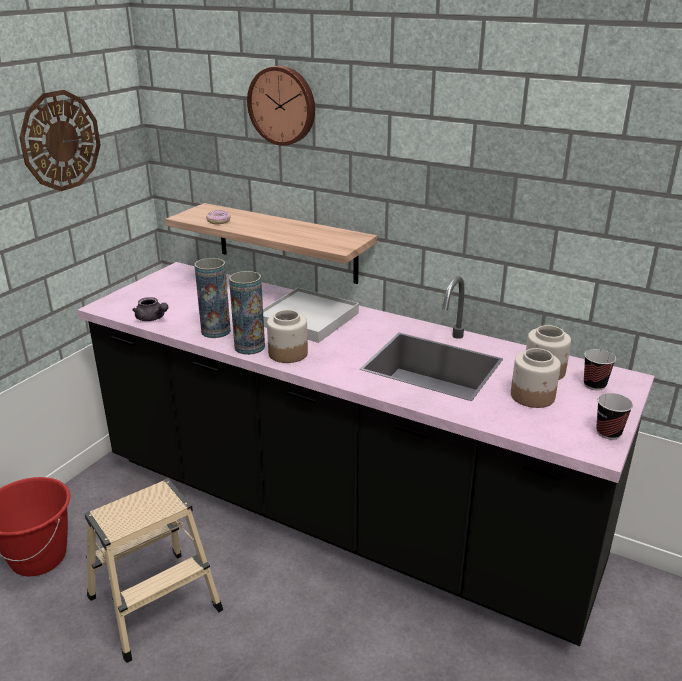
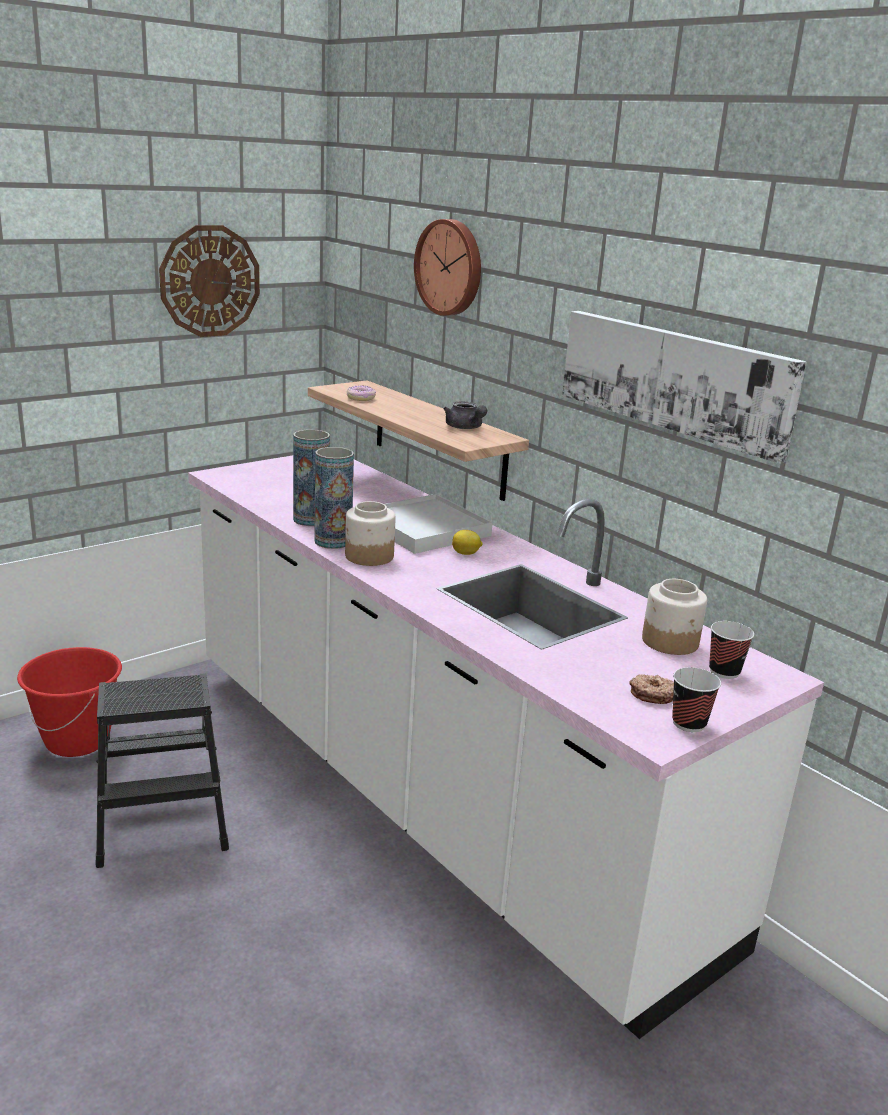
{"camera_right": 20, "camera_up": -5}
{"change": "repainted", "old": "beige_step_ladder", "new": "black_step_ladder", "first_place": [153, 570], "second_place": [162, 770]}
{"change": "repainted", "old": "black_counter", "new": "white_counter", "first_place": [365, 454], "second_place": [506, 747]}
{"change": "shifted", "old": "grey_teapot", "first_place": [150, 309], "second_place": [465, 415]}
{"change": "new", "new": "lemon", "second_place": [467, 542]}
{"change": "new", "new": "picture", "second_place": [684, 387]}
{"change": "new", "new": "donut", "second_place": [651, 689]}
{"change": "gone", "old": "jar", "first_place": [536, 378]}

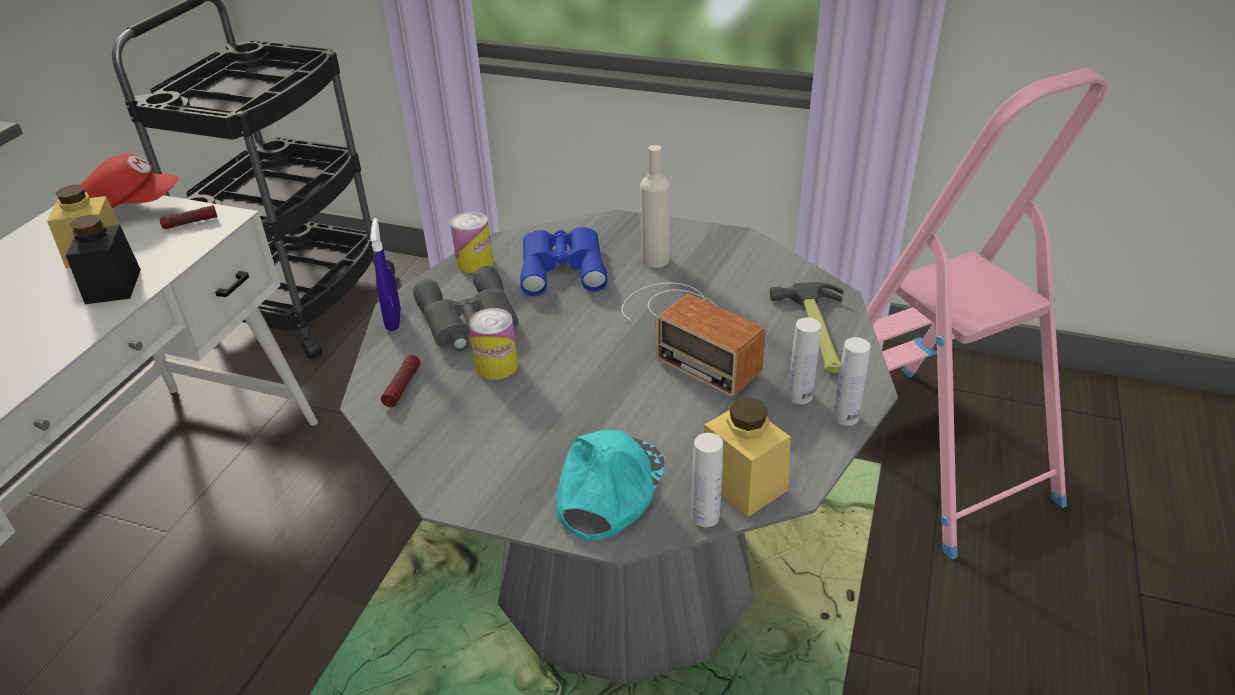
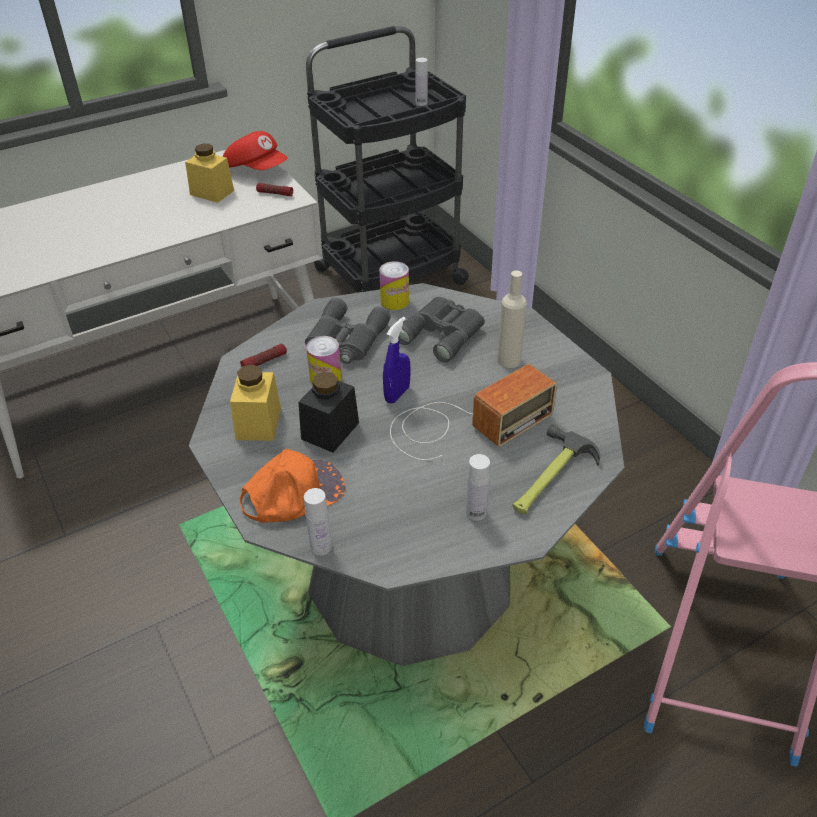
{"camera_right": 40, "camera_up": 5}
{"change": "shifted", "old": "yellow_jar", "first_place": [747, 457], "second_place": [255, 402]}
{"change": "repainted", "old": "turquoise_cap", "new": "orange_cap", "first_place": [610, 485], "second_place": [292, 486]}
{"change": "shifted", "old": "black_jar", "first_place": [103, 259], "second_place": [329, 412]}
{"change": "shifted", "old": "blue_spray_bottle", "first_place": [385, 274], "second_place": [397, 360]}
{"change": "rotated", "old": "radio", "first_place": [694, 340], "second_place": [473, 412], "degrees": -120}
{"change": "repainted", "old": "blue_binoculars", "new": "grey_binoculars", "first_place": [564, 261], "second_place": [441, 330]}
{"change": "shifted", "old": "white_bottle", "first_place": [852, 381], "second_place": [421, 82]}

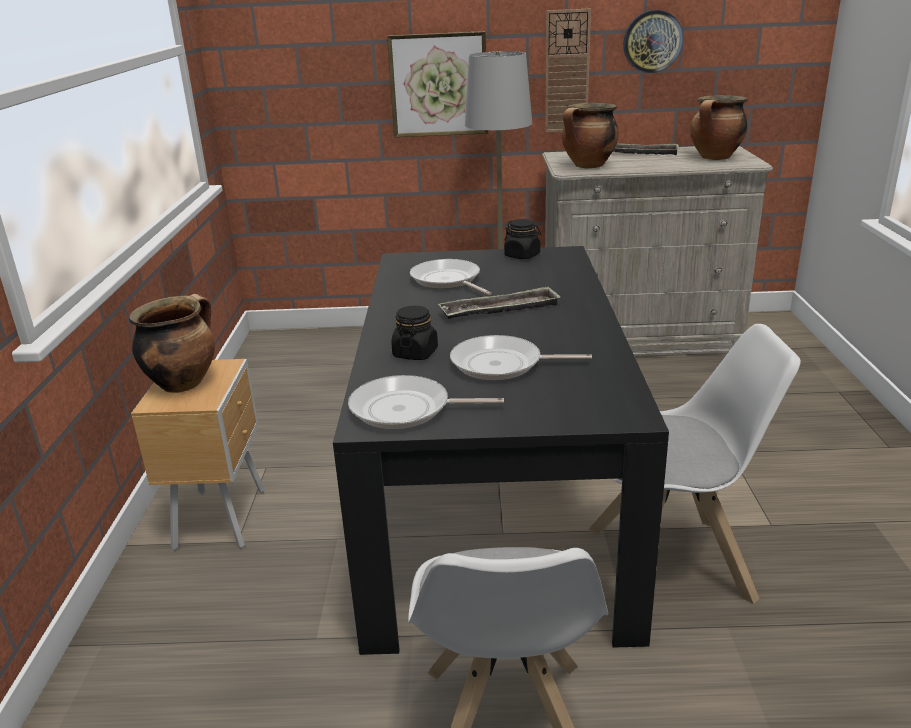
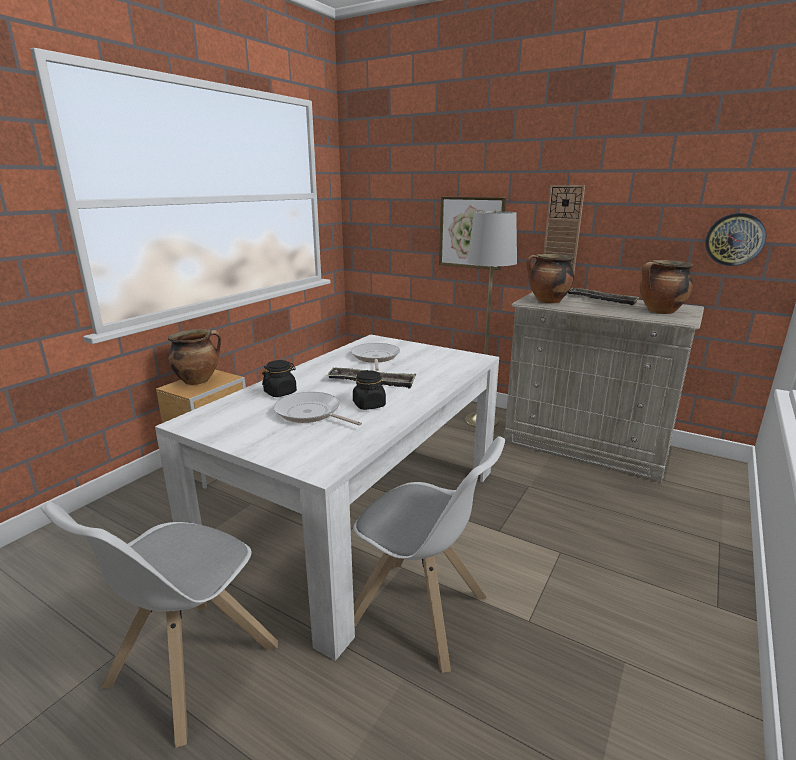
{"camera_right": 30, "camera_up": -5}
{"change": "repainted", "old": "black_dining_table", "new": "white_dining_table", "first_place": [501, 450], "second_place": [327, 497]}
{"change": "shifted", "old": "black_jar", "first_place": [522, 239], "second_place": [369, 390]}
{"change": "shifted", "old": "wall_clock", "first_place": [653, 41], "second_place": [736, 239]}
{"change": "gone", "old": "frying_pan", "first_place": [426, 402]}

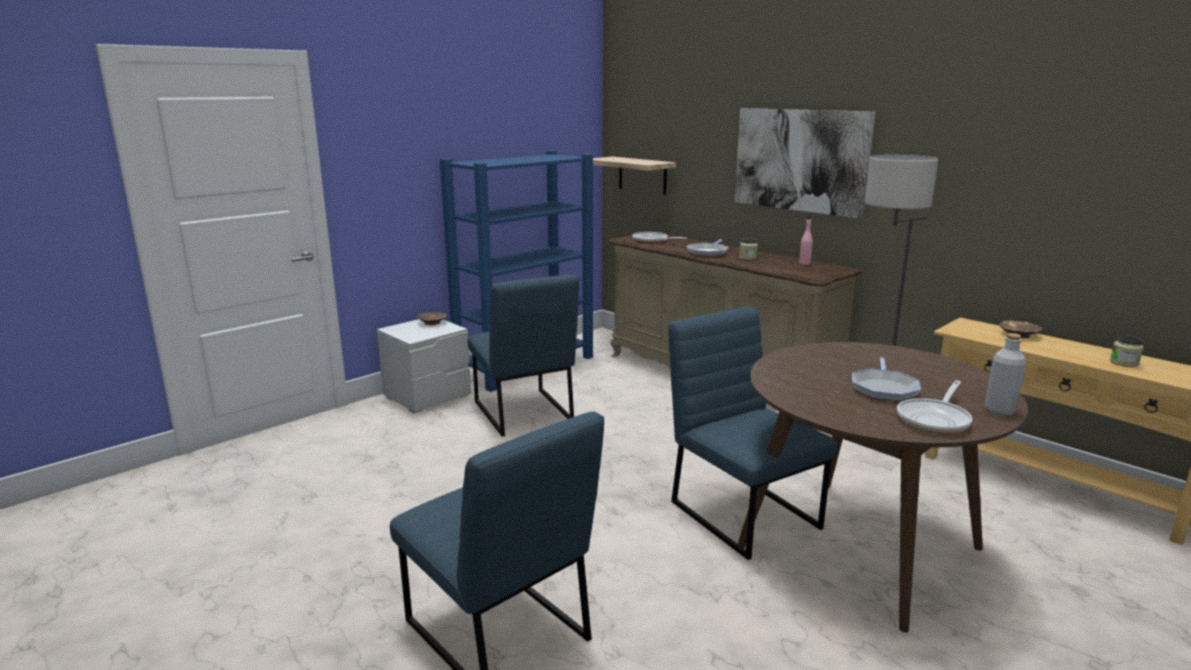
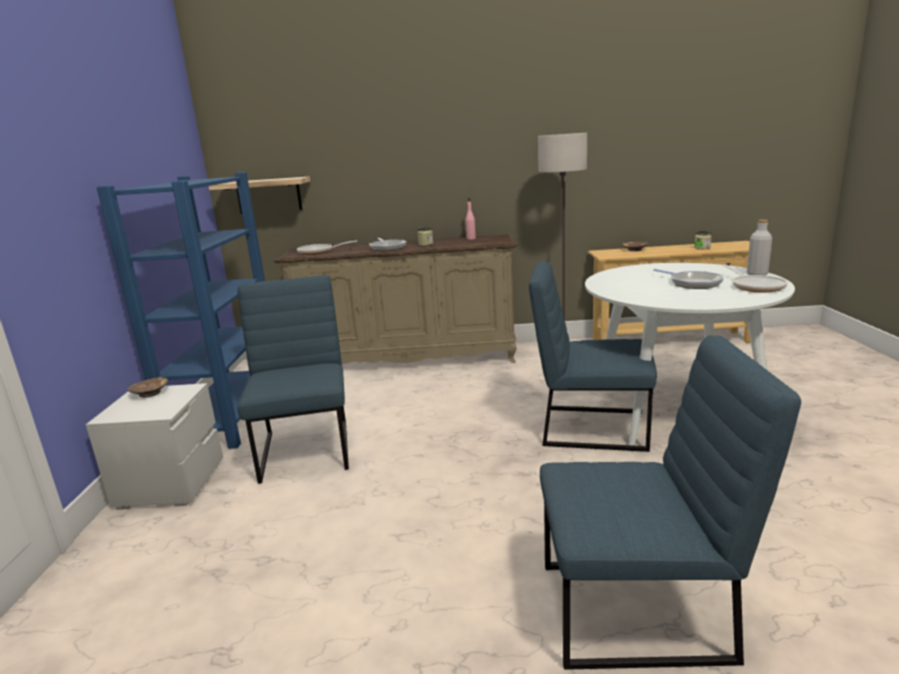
{"camera_right": -45, "camera_up": 0}
{"change": "rotated", "old": "blue_chair", "first_place": [523, 356], "second_place": [293, 379], "degrees": -120}
{"change": "repainted", "old": "brown_dining_table", "new": "white_dining_table", "first_place": [883, 487], "second_place": [690, 354]}
{"change": "gone", "old": "picture", "first_place": [805, 163]}

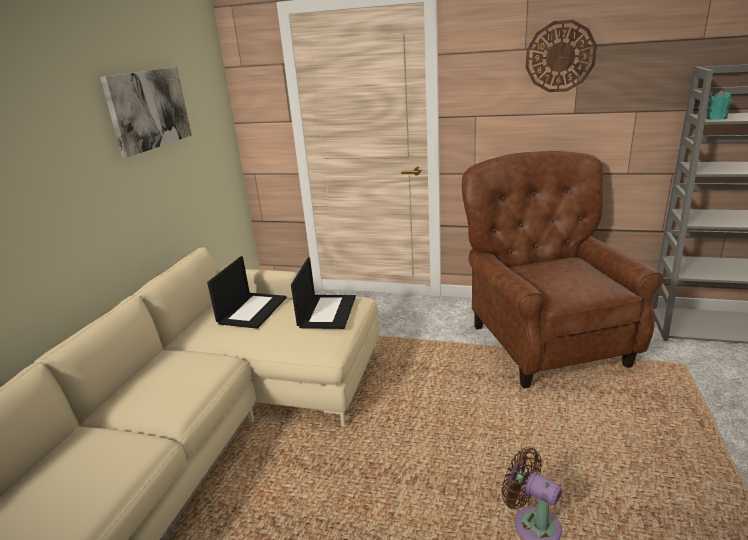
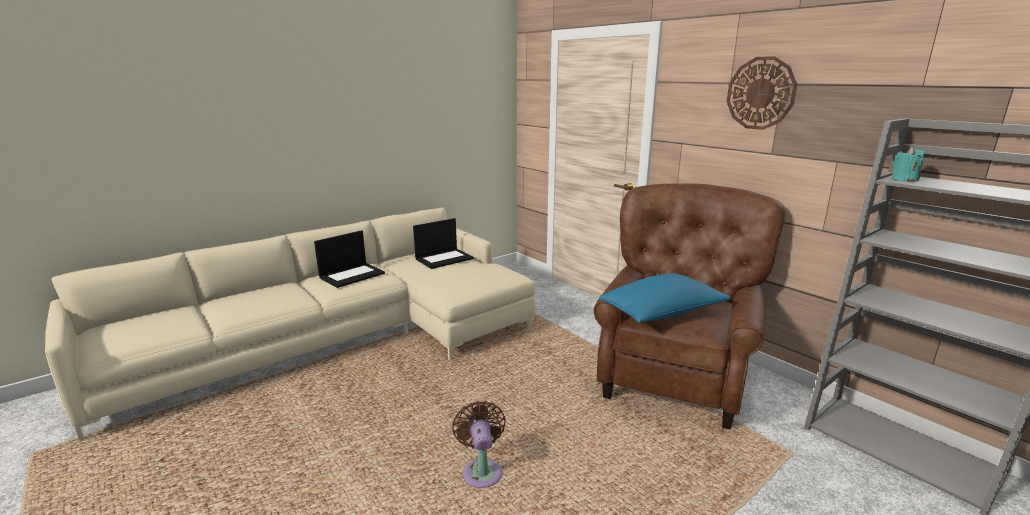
{"camera_right": 35, "camera_up": -5}
{"change": "shifted", "old": "laptop", "first_place": [323, 293], "second_place": [349, 259]}
{"change": "new", "new": "blue_pillow", "second_place": [665, 298]}
{"change": "gone", "old": "picture", "first_place": [146, 112]}

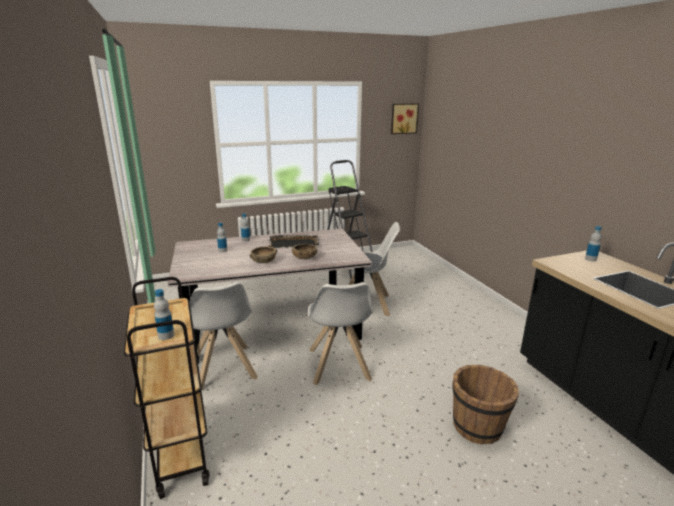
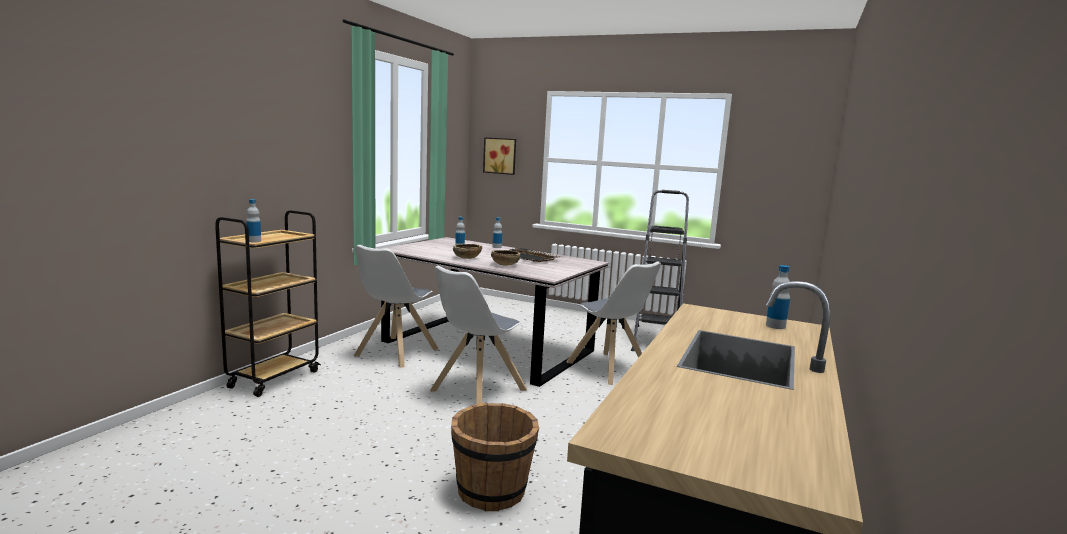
{"camera_right": 45, "camera_up": -10}
{"change": "shifted", "old": "picture", "first_place": [405, 119], "second_place": [499, 156]}

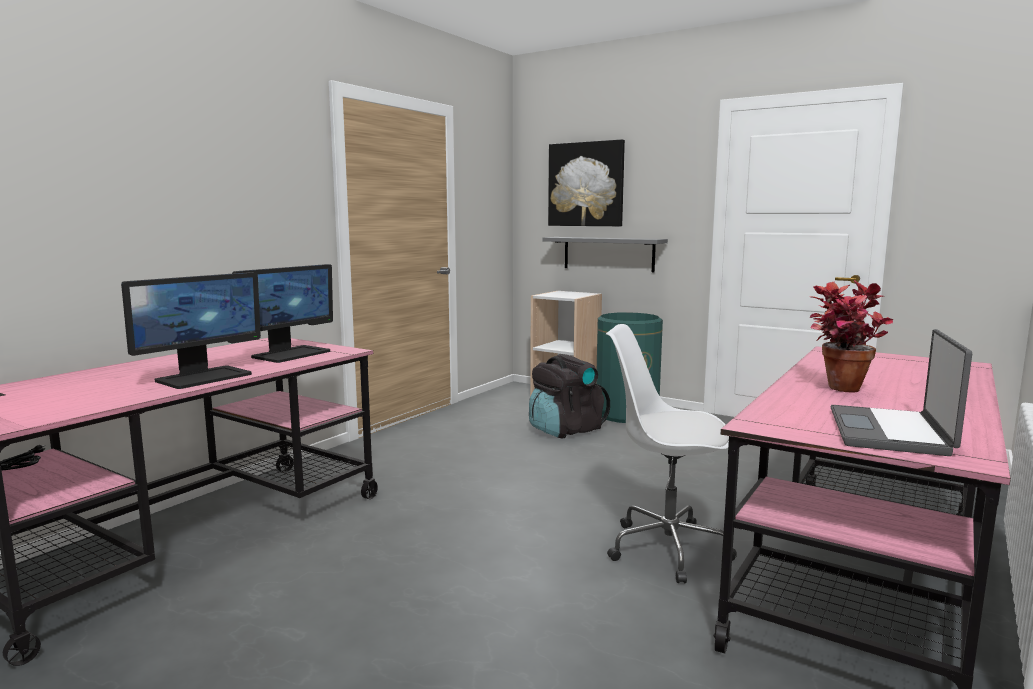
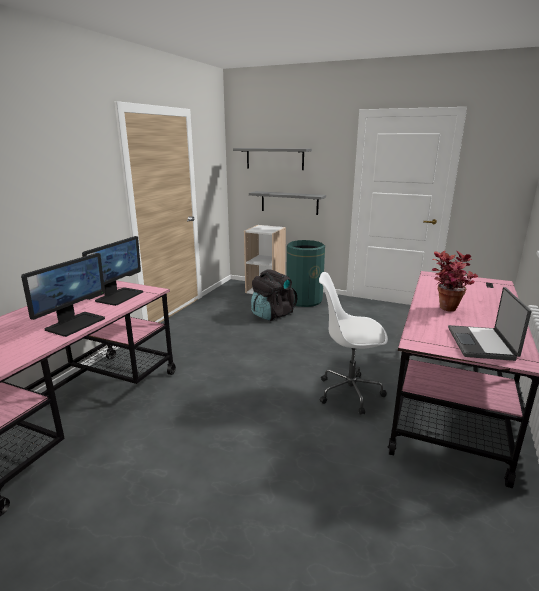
{"camera_right": -10, "camera_up": 10}
{"change": "swapped", "old": "picture", "new": "grey_shelf", "first_place": [586, 182], "second_place": [272, 159]}

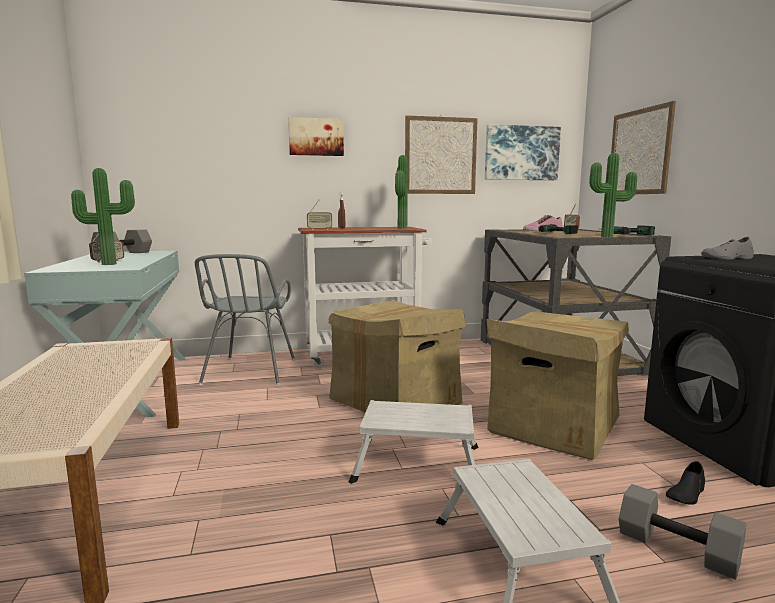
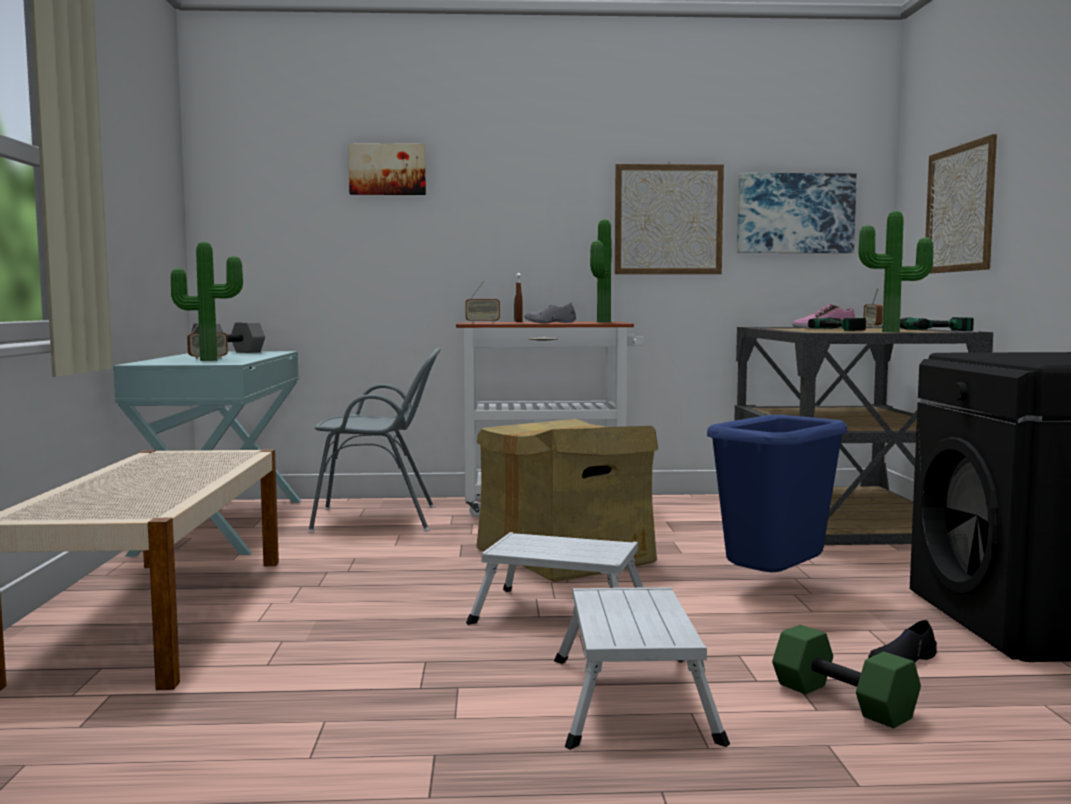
{"camera_right": 10, "camera_up": -5}
{"change": "rotated", "old": "grey_chair", "first_place": [245, 320], "second_place": [374, 440], "degrees": -105}
{"change": "shifted", "old": "picture", "first_place": [316, 136], "second_place": [387, 169]}
{"change": "shifted", "old": "grey_shoe", "first_place": [727, 248], "second_place": [550, 312]}
{"change": "swapped", "old": "cardboard_box", "new": "blue_trash_can", "first_place": [557, 386], "second_place": [777, 493]}
{"change": "repainted", "old": "grey_dumbbell", "new": "green_dumbbell", "first_place": [683, 532], "second_place": [846, 676]}

